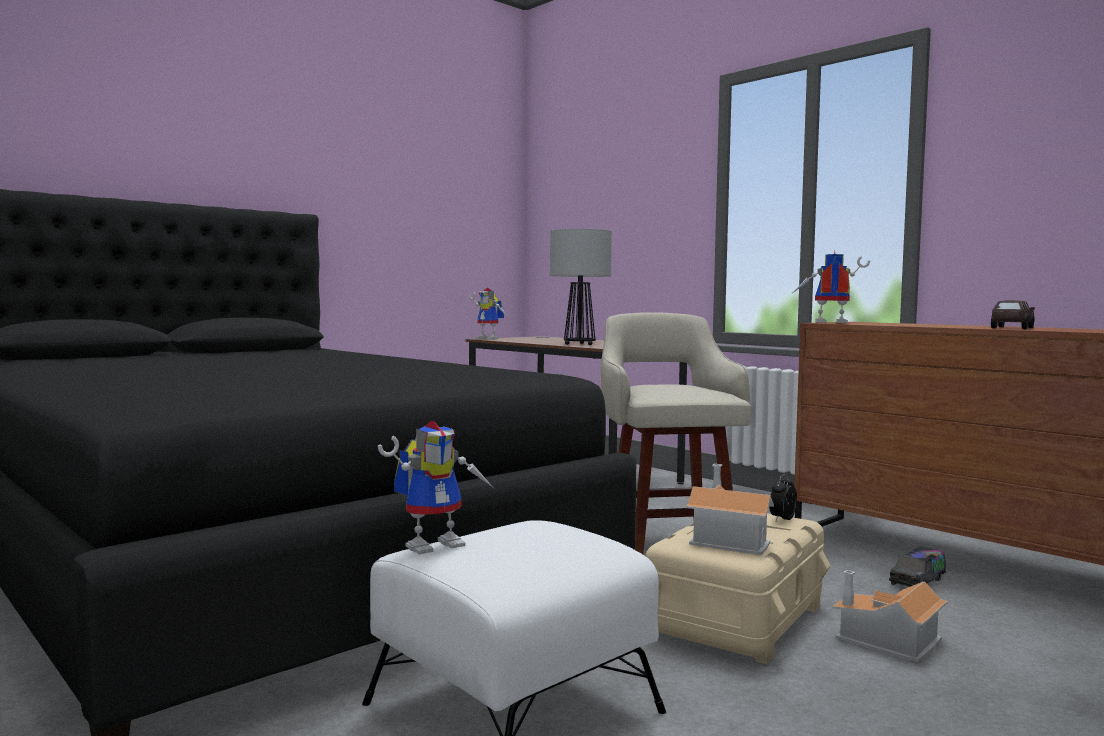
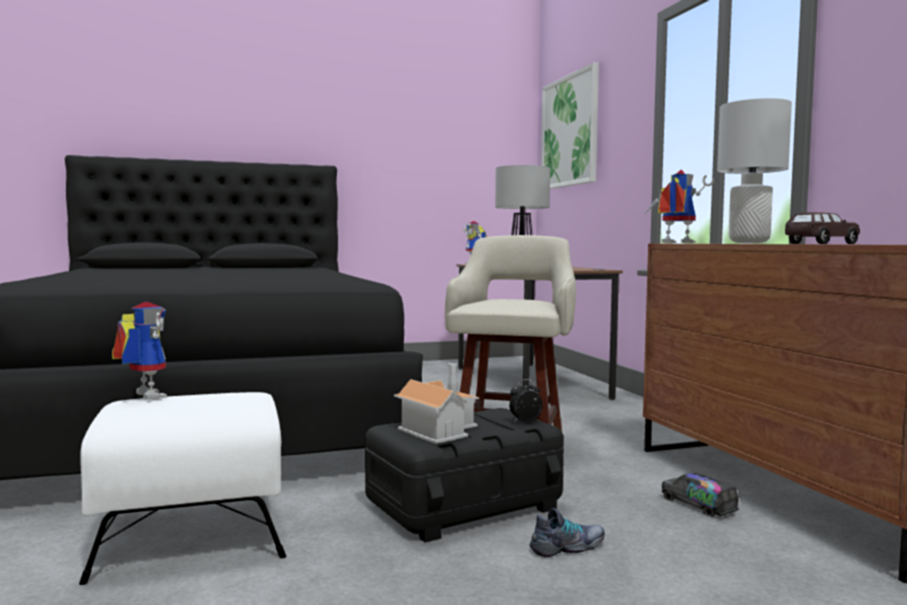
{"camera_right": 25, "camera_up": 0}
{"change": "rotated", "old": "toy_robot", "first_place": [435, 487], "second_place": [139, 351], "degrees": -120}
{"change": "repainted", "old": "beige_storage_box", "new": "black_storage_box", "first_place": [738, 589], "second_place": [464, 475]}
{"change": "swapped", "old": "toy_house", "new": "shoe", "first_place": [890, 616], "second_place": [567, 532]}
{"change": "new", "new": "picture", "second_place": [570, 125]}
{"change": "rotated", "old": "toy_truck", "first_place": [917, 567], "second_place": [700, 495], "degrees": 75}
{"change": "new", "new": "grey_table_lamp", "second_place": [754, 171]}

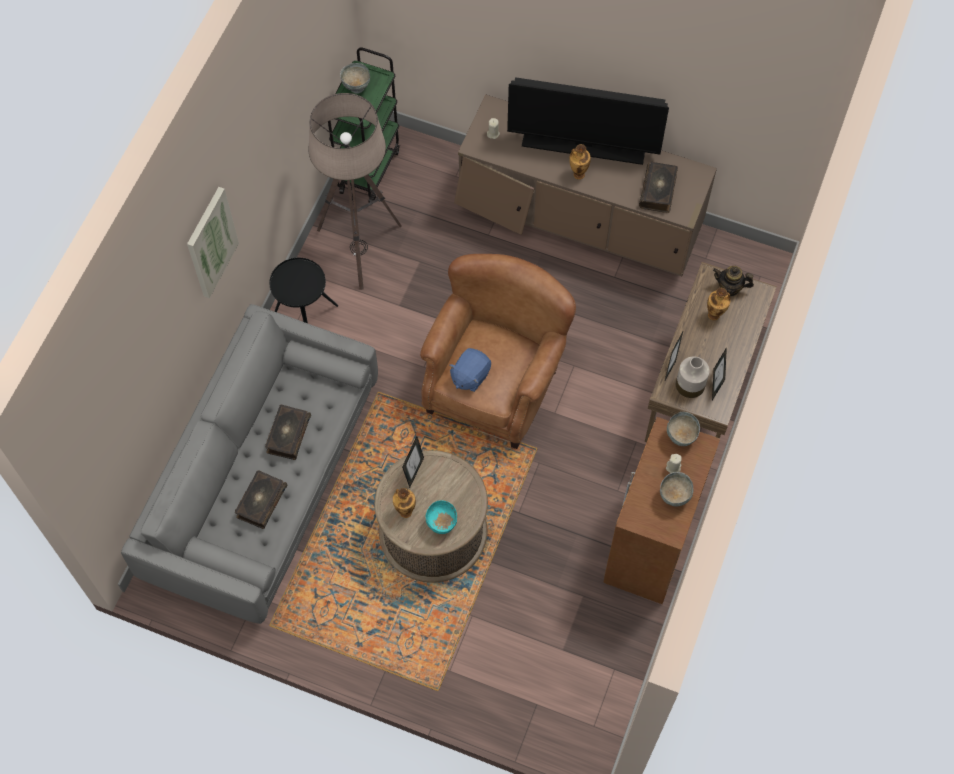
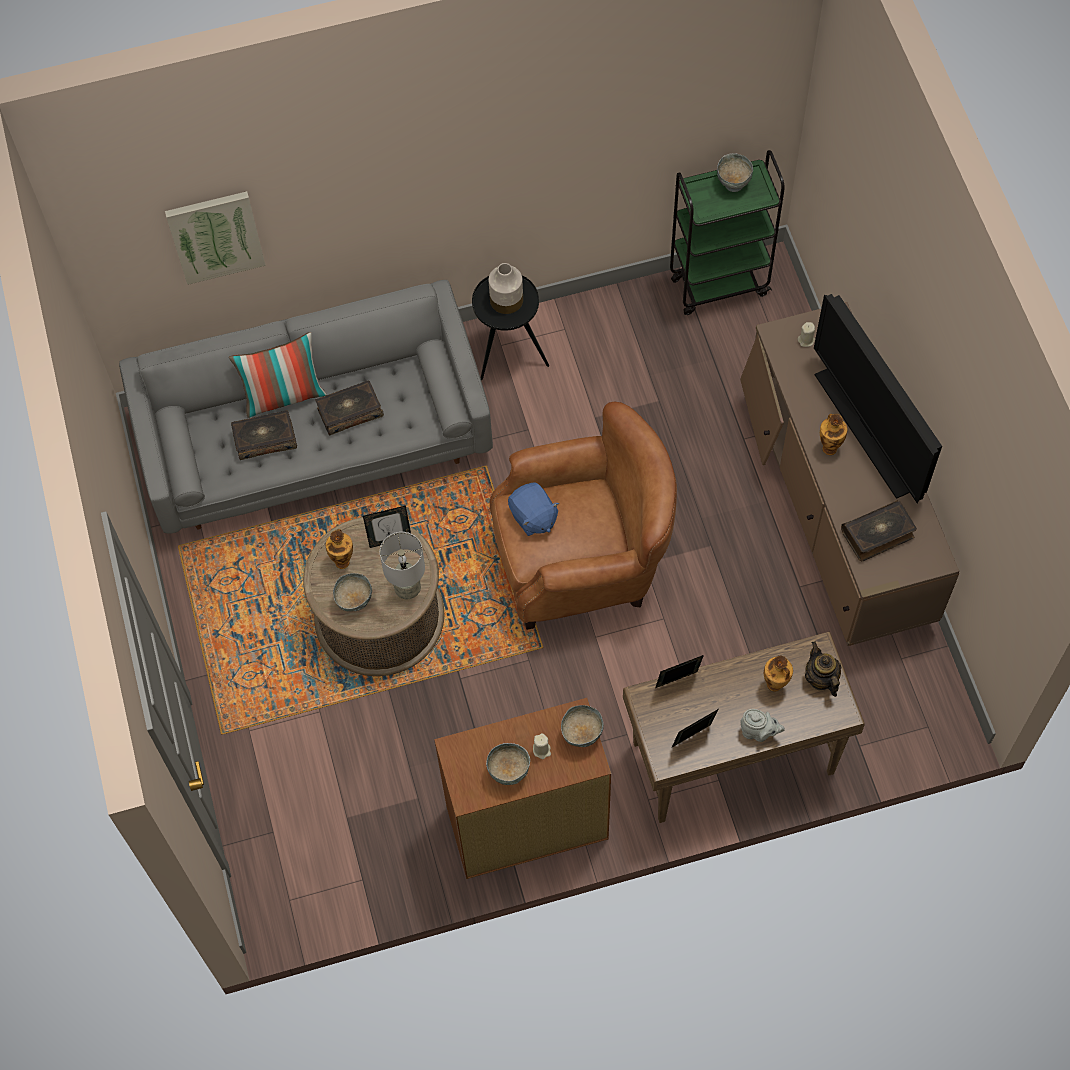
{"camera_right": 55, "camera_up": 0}
{"change": "shifted", "old": "picture", "first_place": [213, 242], "second_place": [215, 238]}
{"change": "new", "new": "pillow", "second_place": [278, 375]}
{"change": "repainted", "old": "turquoise_bowl", "new": "grey_bowl", "first_place": [441, 517], "second_place": [352, 592]}
{"change": "new", "new": "grey_table_lamp", "second_place": [402, 565]}
{"change": "shifted", "old": "beige_vase", "first_place": [693, 377], "second_place": [506, 288]}
{"change": "rotated", "old": "blue_plush_toy", "first_place": [470, 370], "second_place": [534, 509], "degrees": -120}
{"change": "new", "new": "grey_teapot", "second_place": [762, 725]}
{"change": "gone", "old": "floor_lamp", "first_place": [355, 191]}

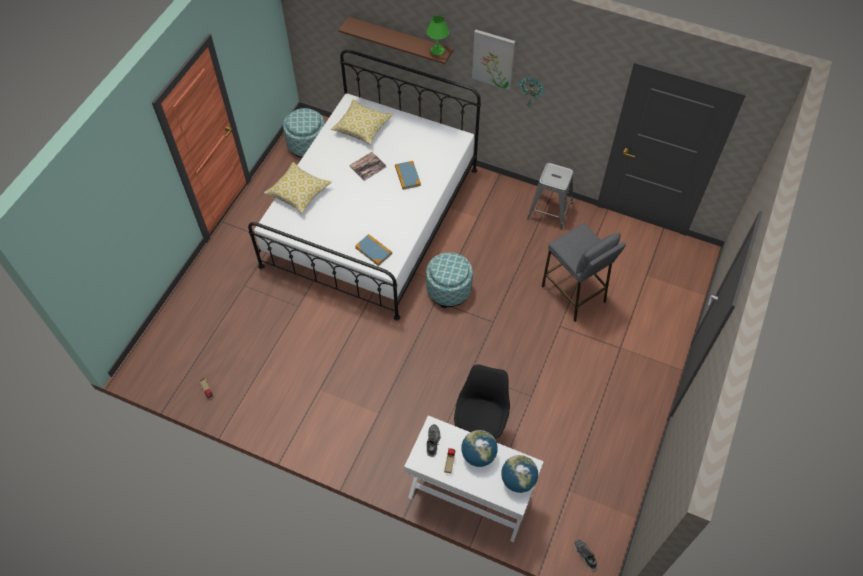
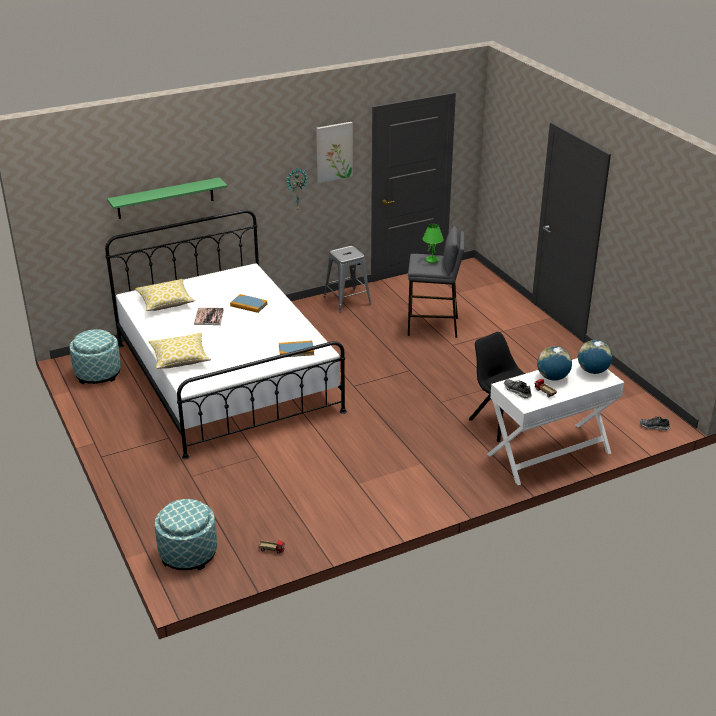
{"camera_right": -50, "camera_up": -25}
{"change": "repainted", "old": "brown_shelf", "new": "green_shelf", "first_place": [396, 40], "second_place": [167, 198]}
{"change": "shifted", "old": "ottoman", "first_place": [449, 280], "second_place": [186, 534]}
{"change": "shifted", "old": "picture", "first_place": [493, 60], "second_place": [334, 152]}
{"change": "shifted", "old": "green_table_lamp", "first_place": [438, 35], "second_place": [433, 243]}

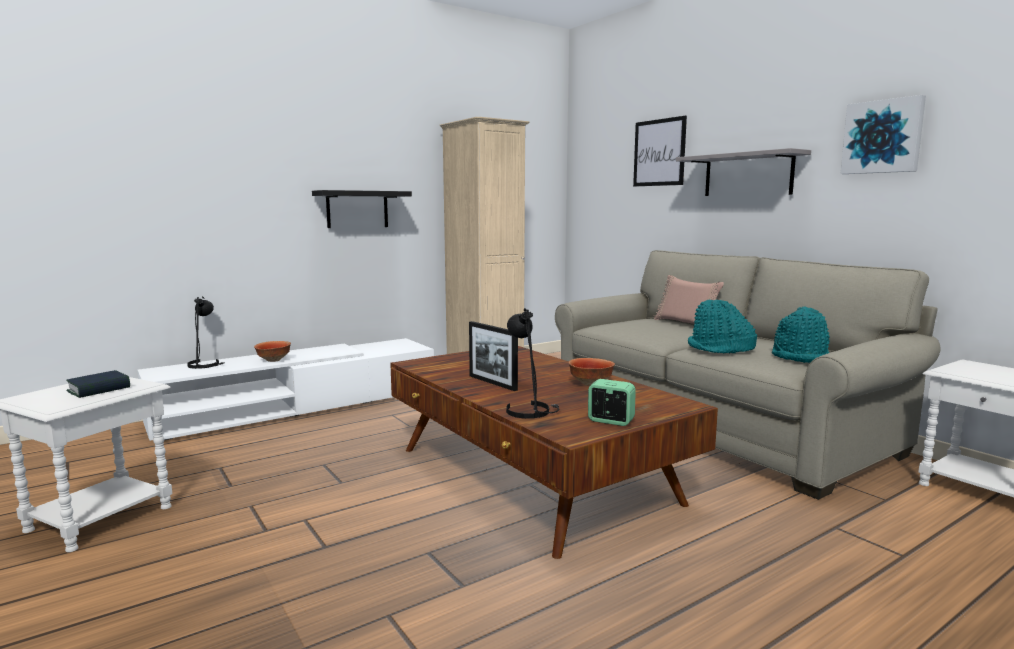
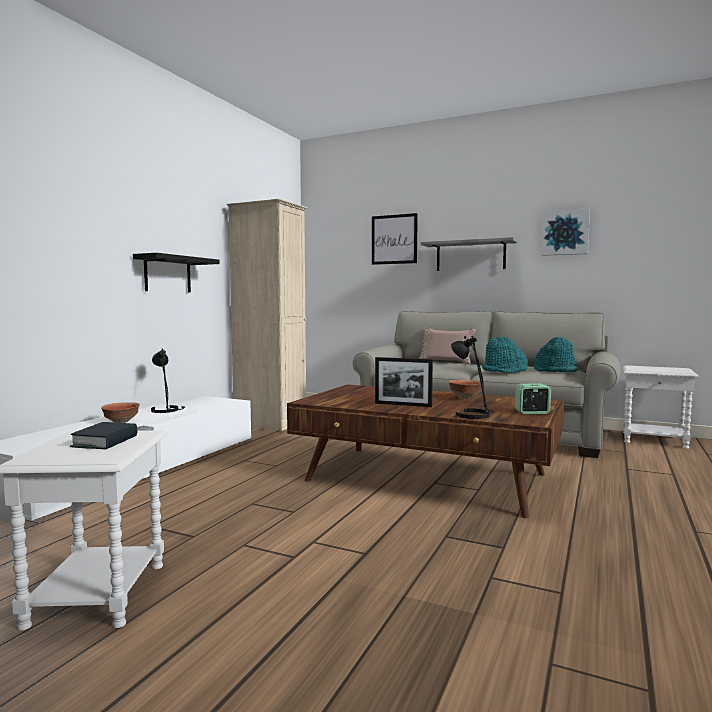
{"camera_right": -30, "camera_up": -5}
{"change": "shifted", "old": "black_table_lamp", "first_place": [205, 332], "second_place": [168, 381]}

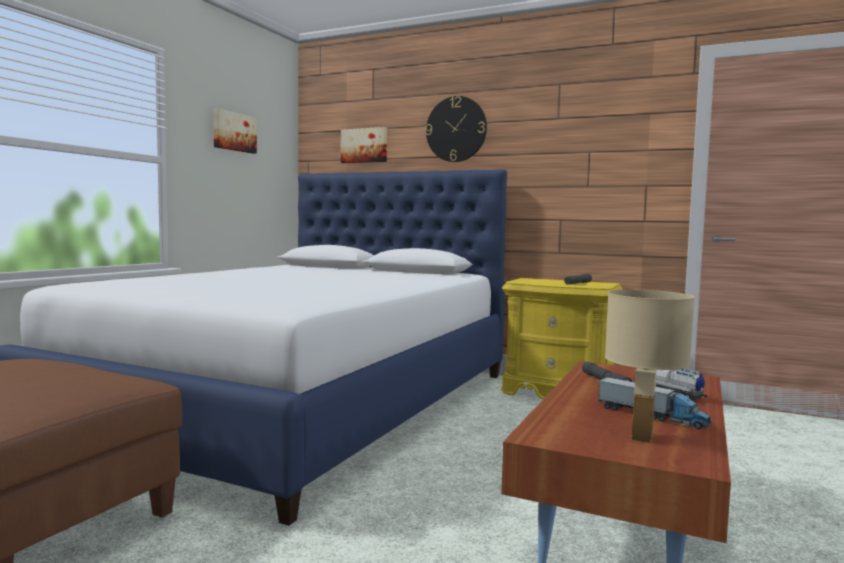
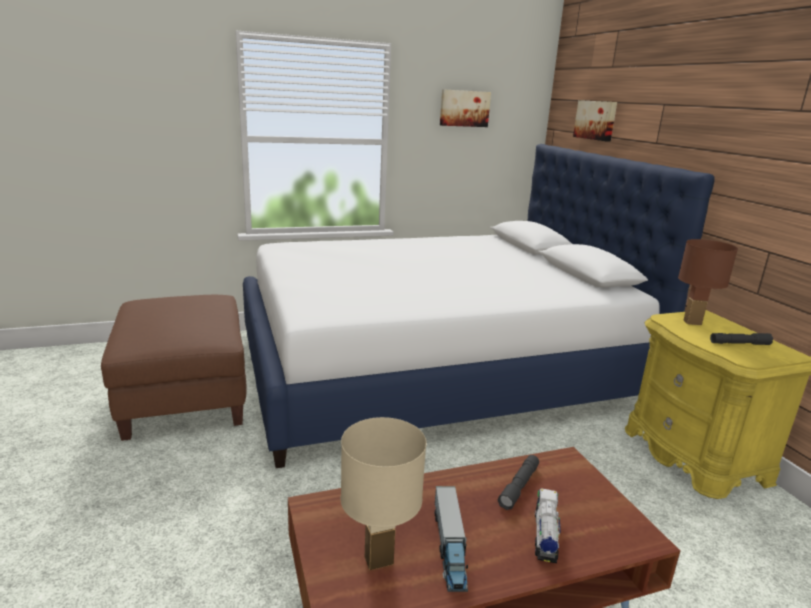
{"camera_right": 45, "camera_up": 15}
{"change": "new", "new": "brown_table_lamp", "second_place": [708, 282]}
{"change": "gone", "old": "wall_clock", "first_place": [456, 129]}

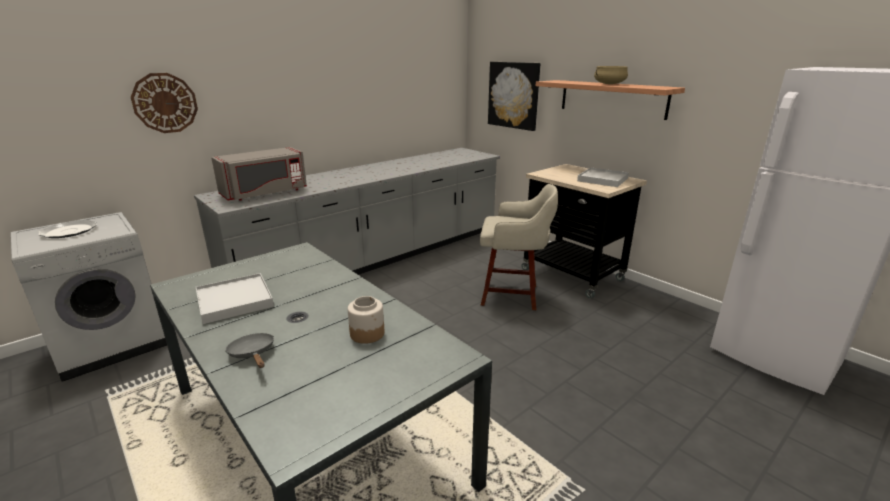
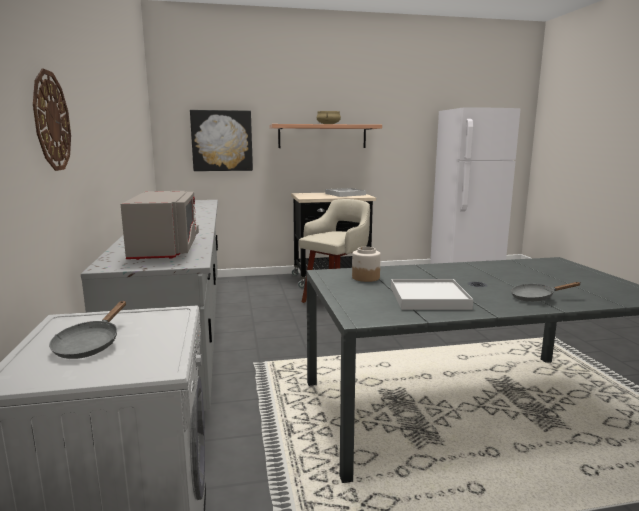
{"camera_right": -60, "camera_up": -10}
{"change": "swapped", "old": "plate", "new": "grey_frying_pan", "first_place": [67, 229], "second_place": [87, 330]}
{"change": "shifted", "old": "jar", "first_place": [366, 320], "second_place": [366, 264]}

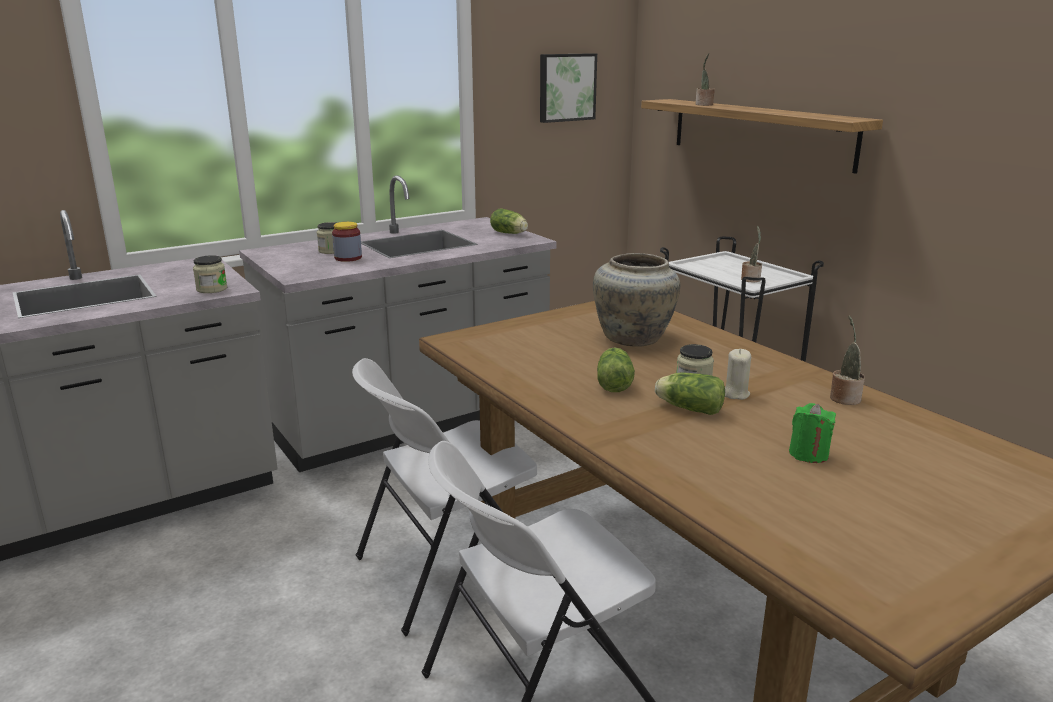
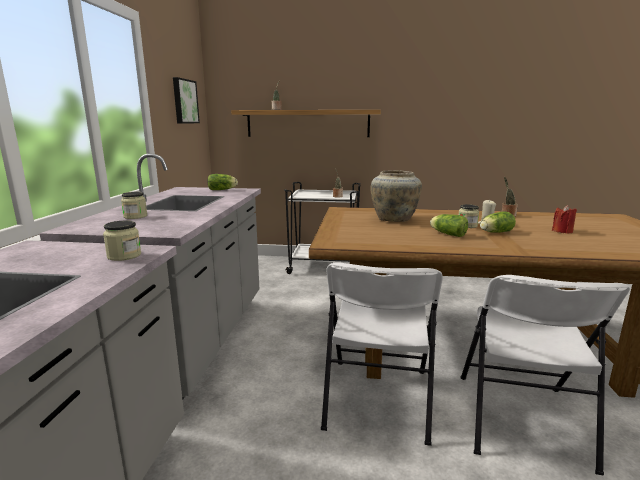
{"camera_right": -50, "camera_up": -5}
{"change": "repainted", "old": "green_candle", "new": "red_candle", "first_place": [812, 433], "second_place": [564, 219]}
{"change": "gone", "old": "jar", "first_place": [347, 242]}

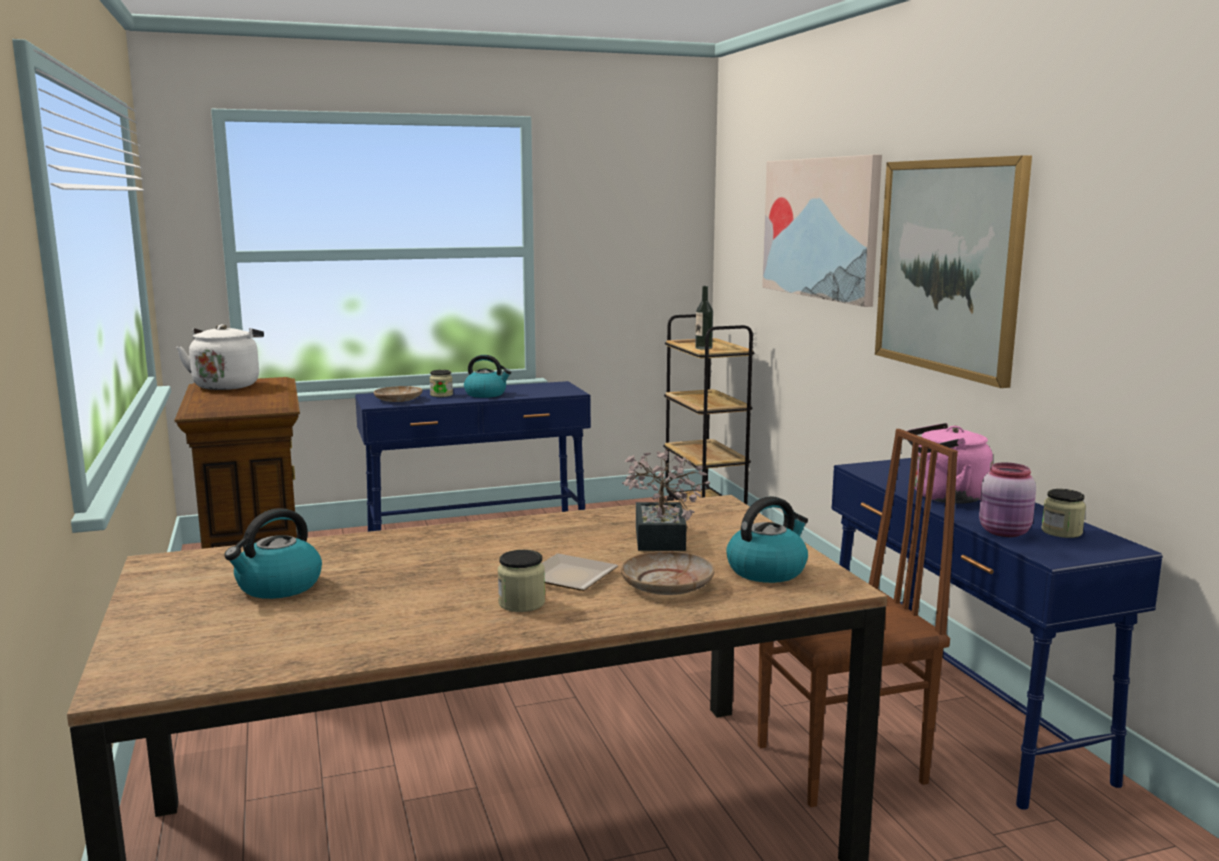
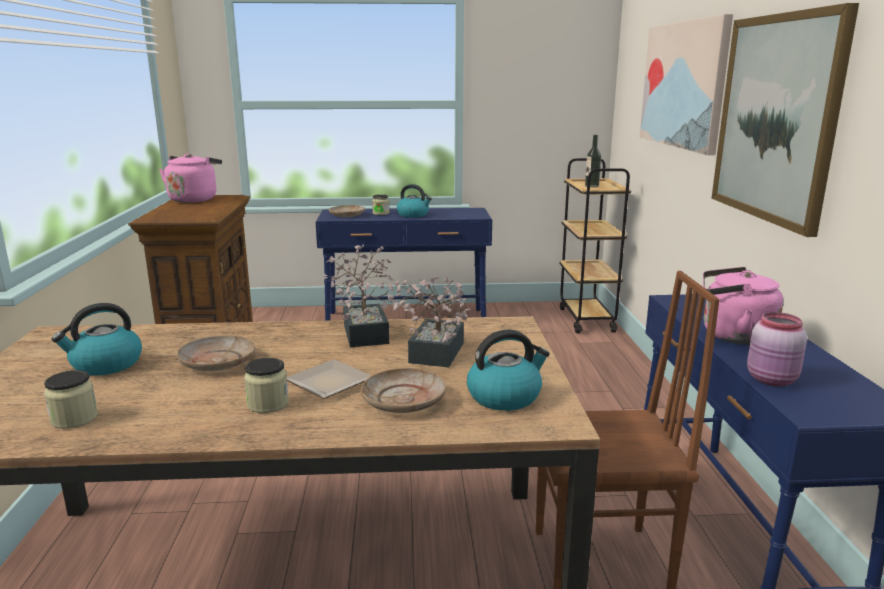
{"camera_right": 15, "camera_up": 5}
{"change": "shifted", "old": "jar", "first_place": [1063, 513], "second_place": [71, 399]}
{"change": "repainted", "old": "white_kettle", "new": "pink_kettle", "first_place": [220, 357], "second_place": [190, 178]}
{"change": "new", "new": "beige_plate", "second_place": [216, 353]}
{"change": "new", "new": "potted_plant", "second_place": [360, 296]}

